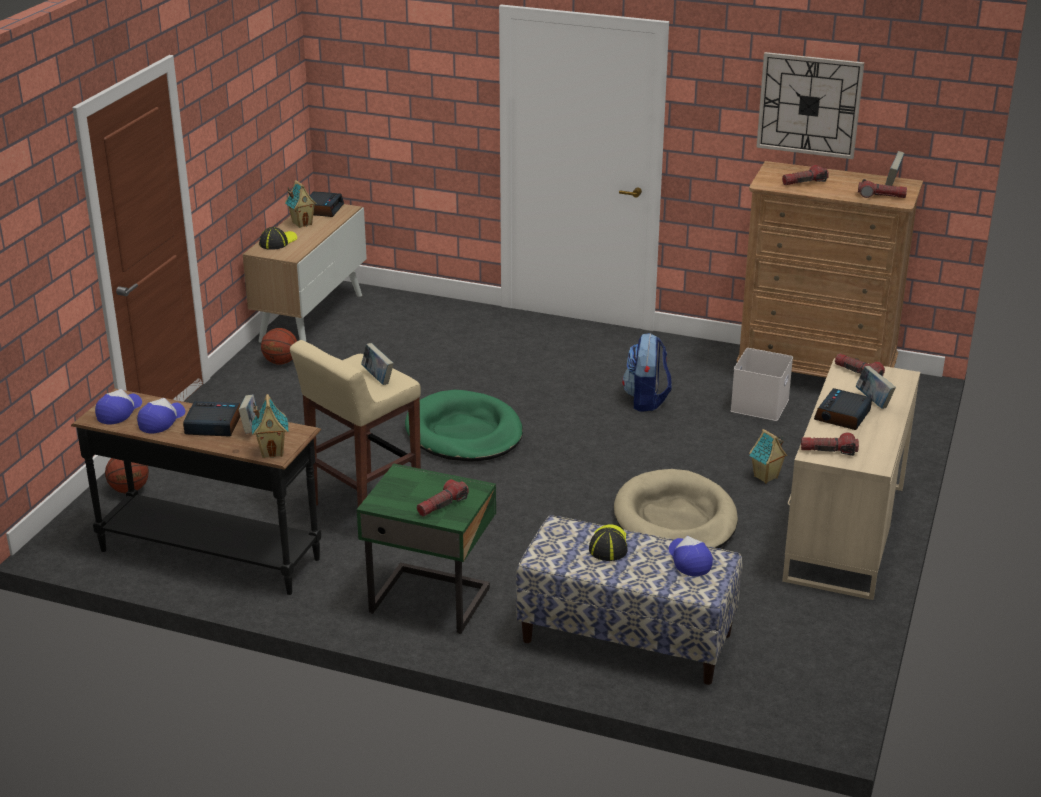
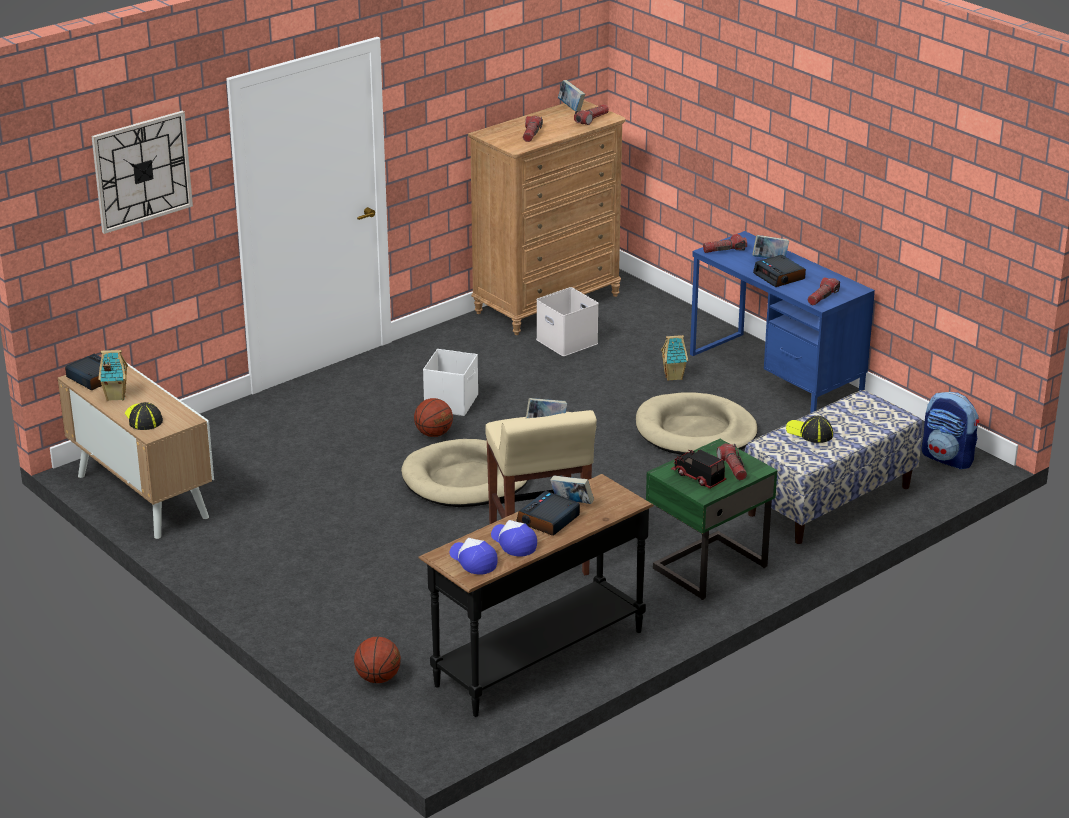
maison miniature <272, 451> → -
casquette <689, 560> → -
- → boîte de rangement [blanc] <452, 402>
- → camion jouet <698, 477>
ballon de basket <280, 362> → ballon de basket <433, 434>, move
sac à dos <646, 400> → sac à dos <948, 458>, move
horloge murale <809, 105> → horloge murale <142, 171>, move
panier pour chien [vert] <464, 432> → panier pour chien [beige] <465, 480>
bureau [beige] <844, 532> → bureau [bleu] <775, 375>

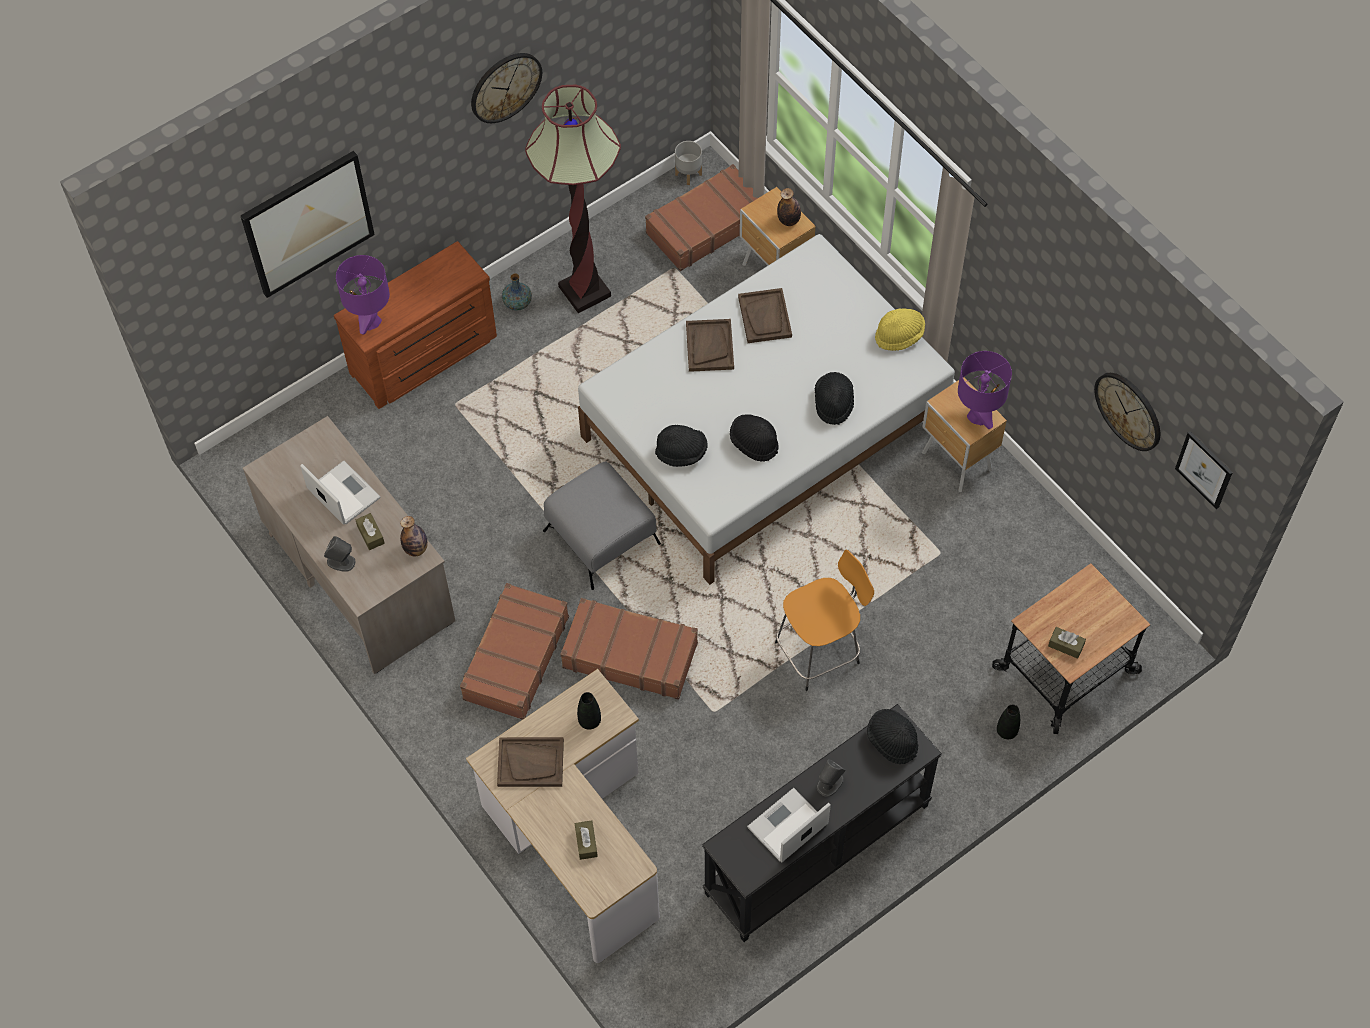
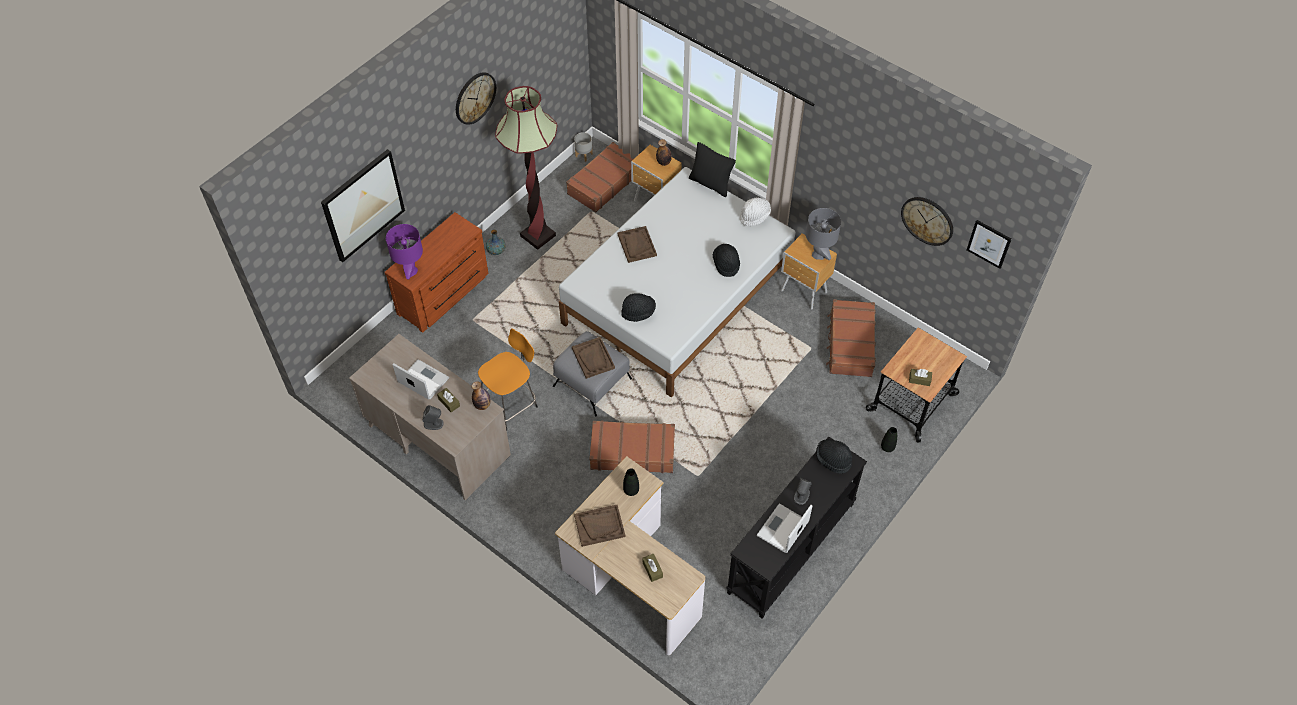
chapeau [noir] <754, 443> → -
- → coussin [noir] <710, 184>
valise [marron] <515, 658> → valise [marron] <850, 344>, move
plateau [marron] <765, 317> → plateau [marron] <593, 358>, move
tabouret [orange] <820, 651> → tabouret [orange] <511, 405>, move
chapeau [jaune] <899, 335> → chapeau [blanc] <754, 216>
lampe de table [violet] <977, 417> → lampe de table [gris] <818, 255>

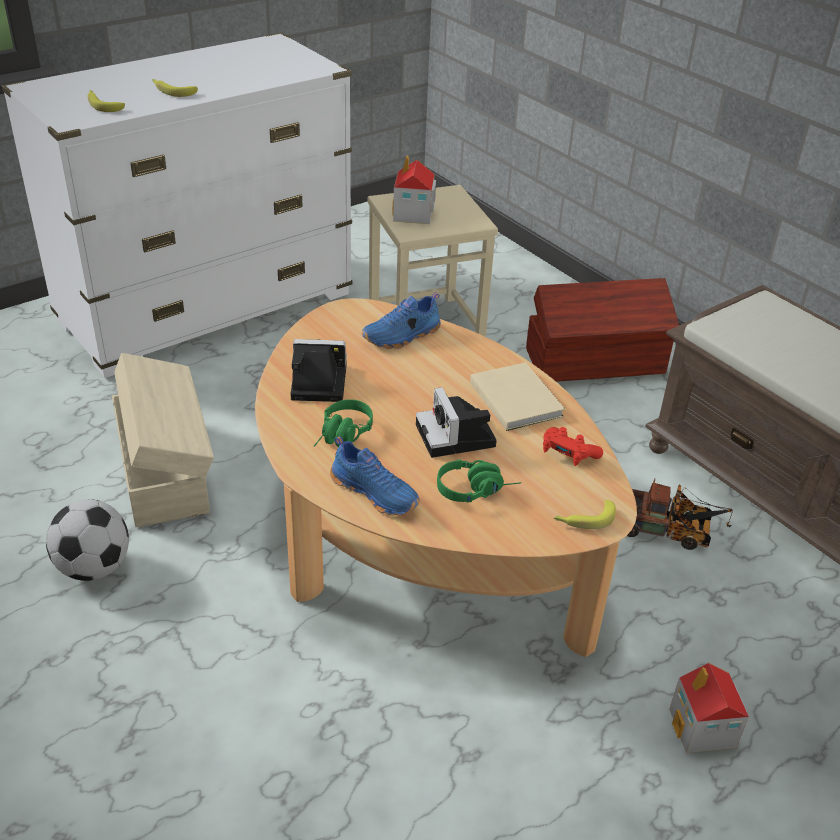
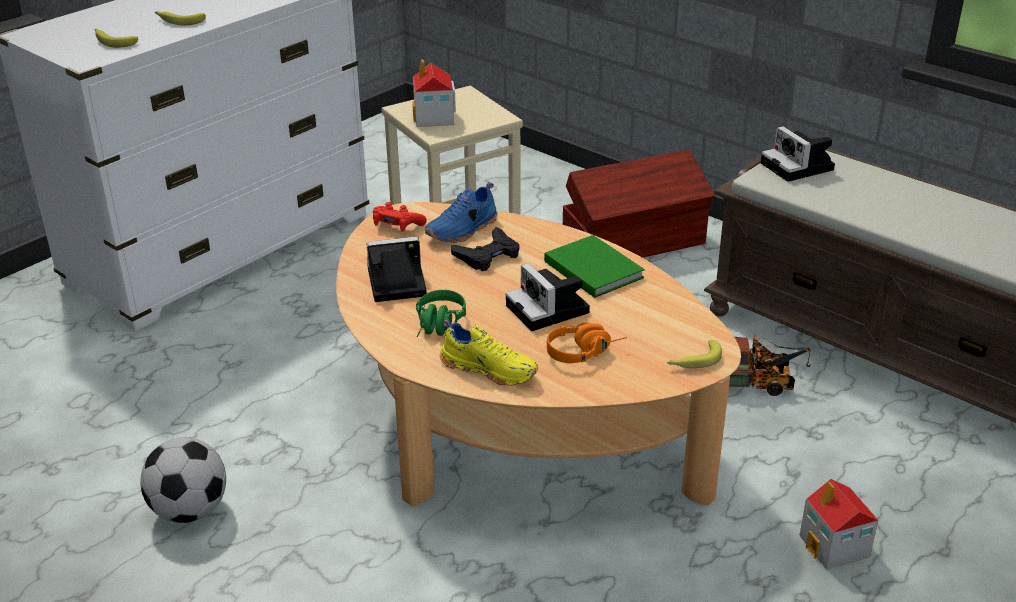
boîte de rangement [beige] <165, 469> → -
- → manette [noir] <487, 255>
- → appareil photo <799, 167>
manette [rouge] <567, 454> → manette [rouge] <397, 226>, move
chaussure [bleu] <376, 492> → chaussure [jaune] <490, 369>
casque audio [vert] <477, 489> → casque audio [orange] <585, 352>
livre [beige] <516, 398> → livre [vert] <593, 268>

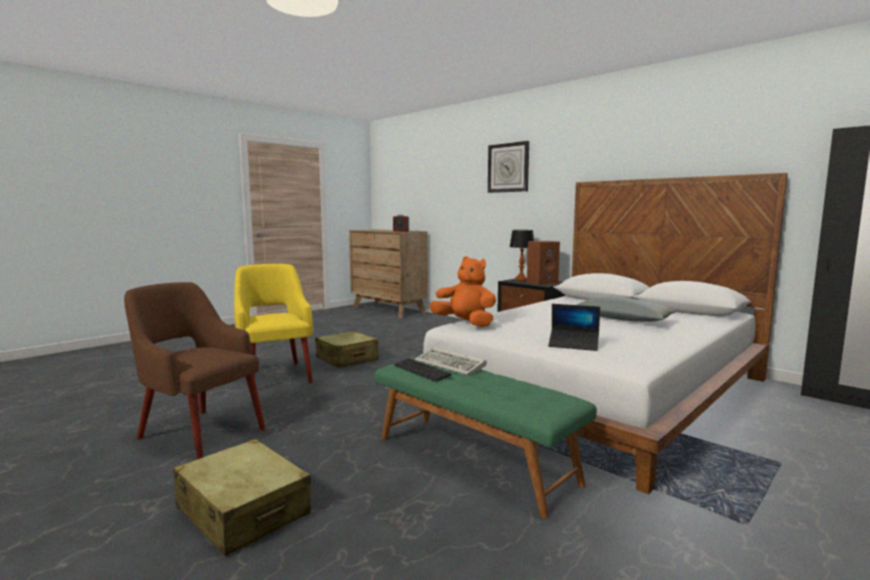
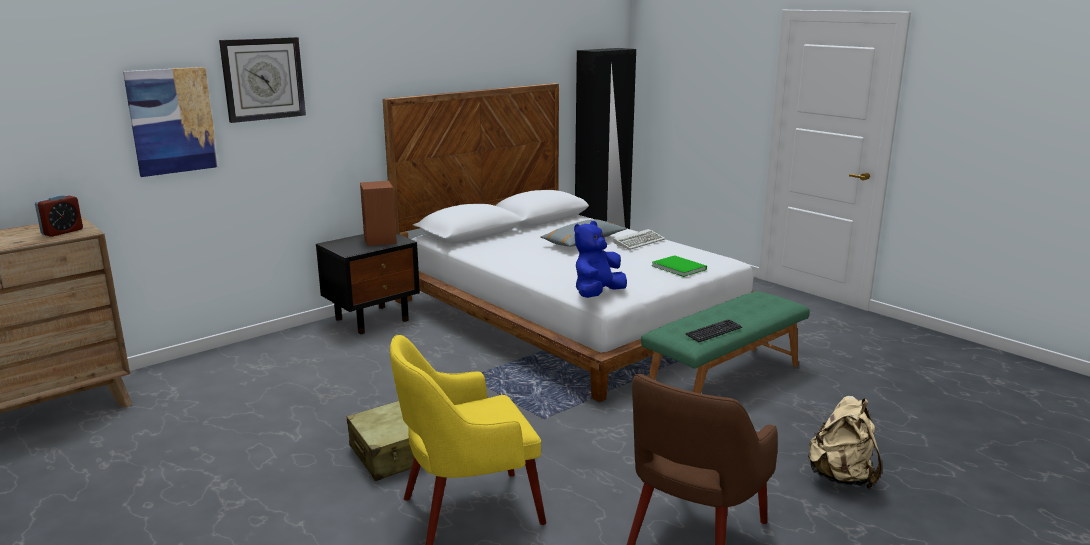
lampe de table <521, 279> → -
- → tableau <172, 121>
clavier <451, 364> → clavier <639, 242>, move
valise [beige] <243, 511> → sac à dos [beige] <841, 477>
ordinateur portable <573, 345> → livre [vert] <678, 267>
peluche [orange] <465, 323> → peluche [bleu] <597, 294>

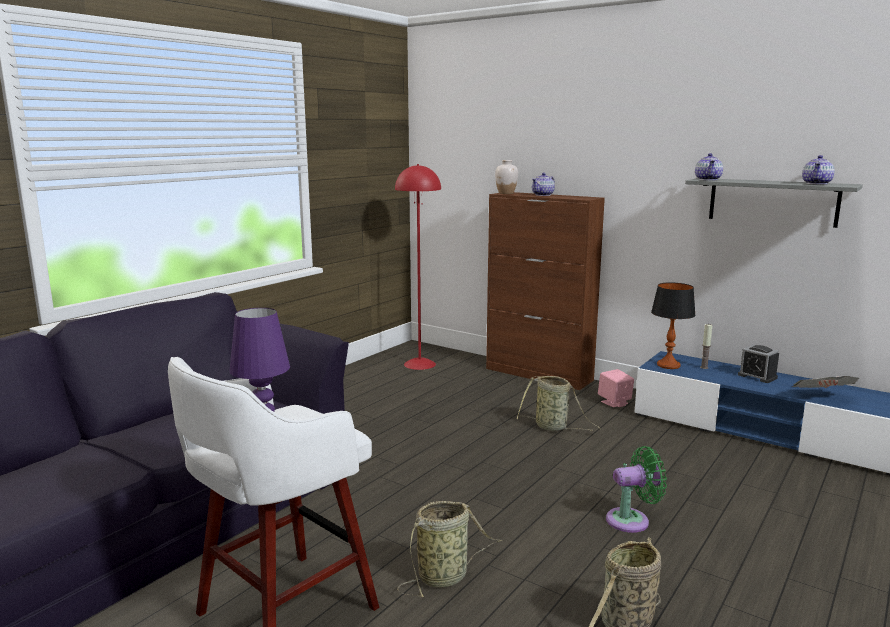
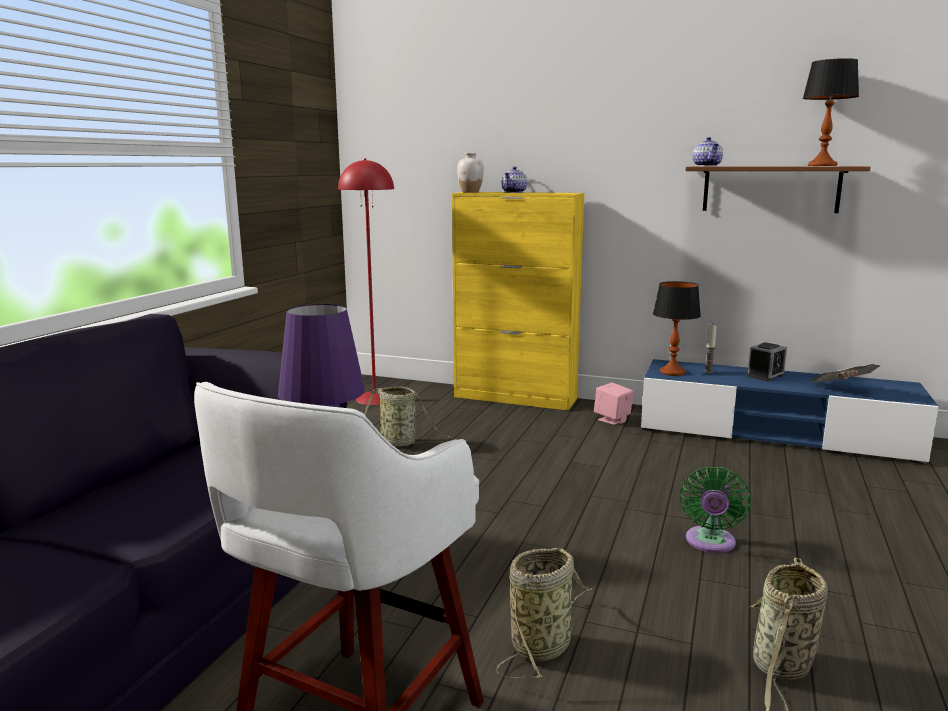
panier <553, 427> → panier <401, 443>, move
théière <817, 183> → lampe de table <822, 166>
meuble de rangement [marron] <539, 374> → meuble de rangement [jaune] <515, 398>
étagère [gris] <772, 202> → étagère [marron] <770, 189>
ventilateur [vert] <632, 520> → ventilateur [vert] <710, 543>, 135 degrees clockwise
réveil <757, 376> → réveil <765, 375>, 75 degrees counterclockwise

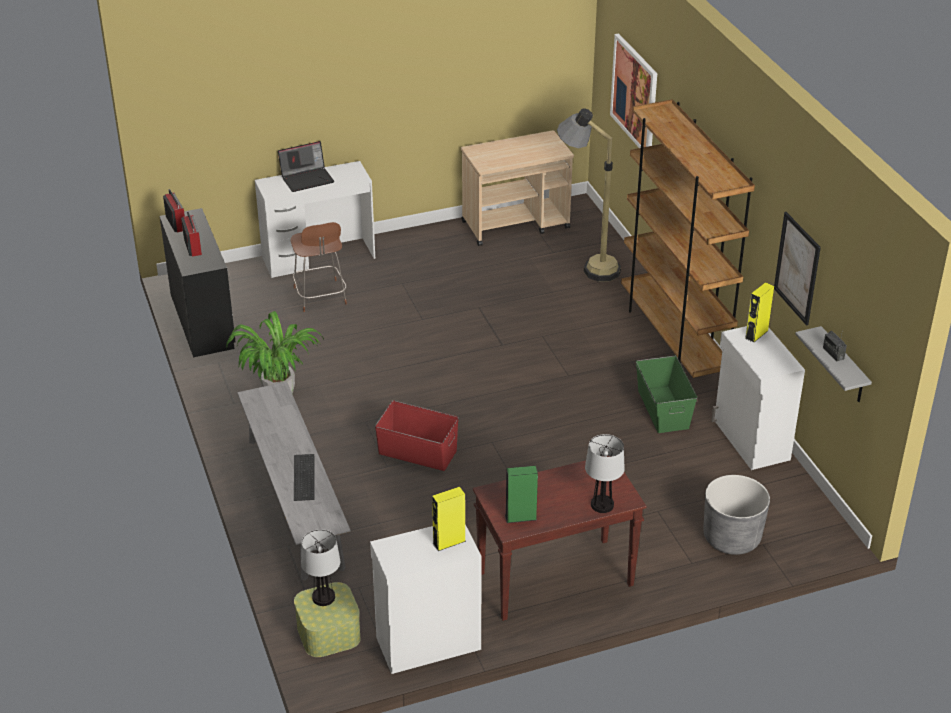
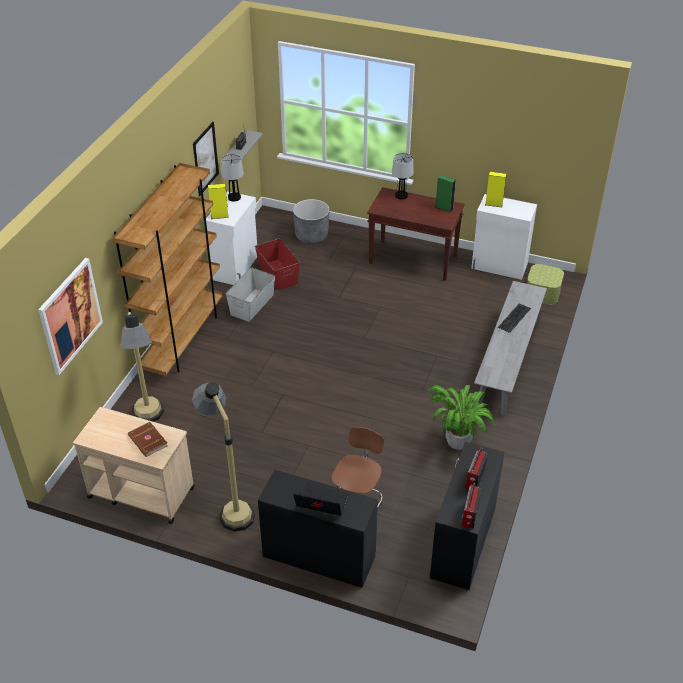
- → livre [marron] <147, 441>
- → lampadaire <230, 506>
lampe de table <323, 598> → lampe de table <234, 197>, move
boîte de rangement [rouge] <417, 452> → boîte de rangement [rouge] <278, 274>, move
bureau [blanc] <318, 257> → bureau [noir] <318, 556>
boîte de rangement [vert] <662, 409> → boîte de rangement [gris] <252, 305>

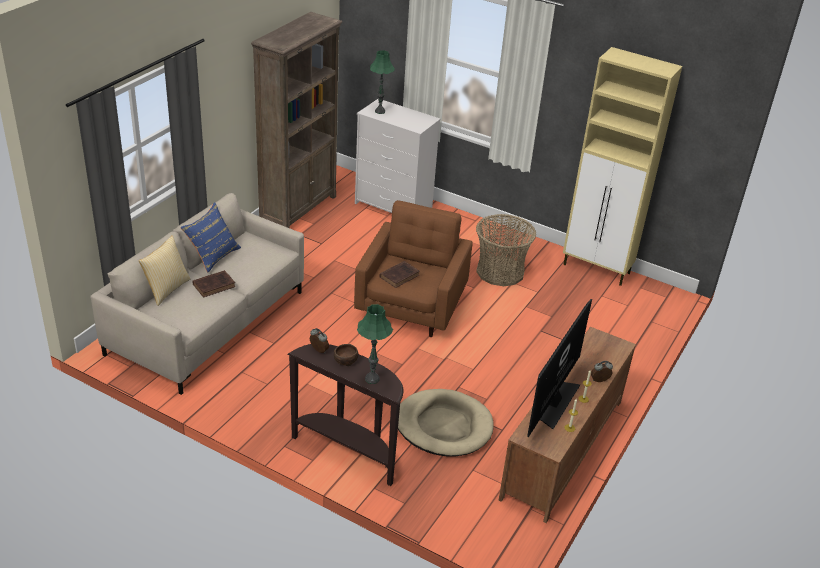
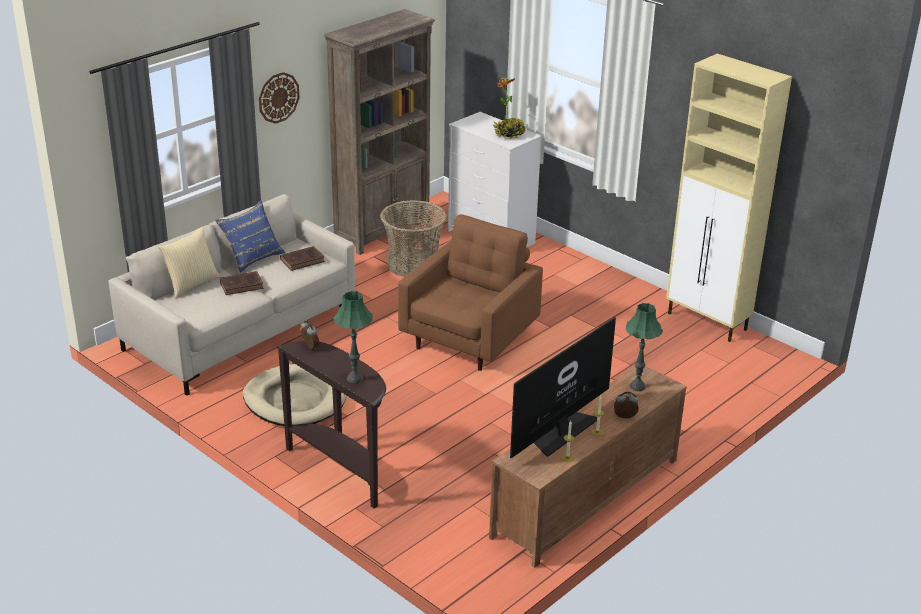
bol [marron] <345, 360> → -
- → horloge murale <278, 97>
- → plante en pot <509, 134>
lampe de table [vert] <380, 111> → lampe de table [vert] <637, 386>, move
livre [marron] <400, 276> → livre [marron] <303, 260>, move
panier pour chien [beige] <443, 426> → panier pour chien [beige] <295, 400>, move
panier <500, 272> → panier <413, 264>, move

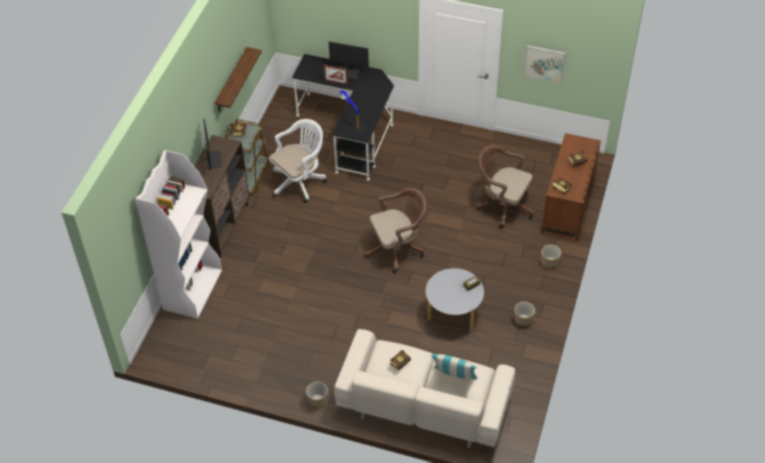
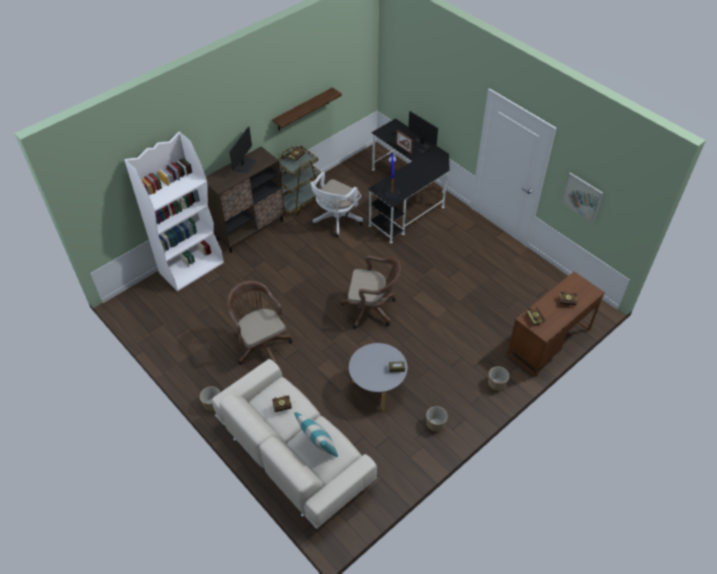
chaise de bureau [marron] <502, 206> → chaise de bureau [marron] <260, 344>, move
chaise de bureau [blanc] <300, 181> → chaise de bureau [blanc] <336, 220>, 135 degrees clockwise

